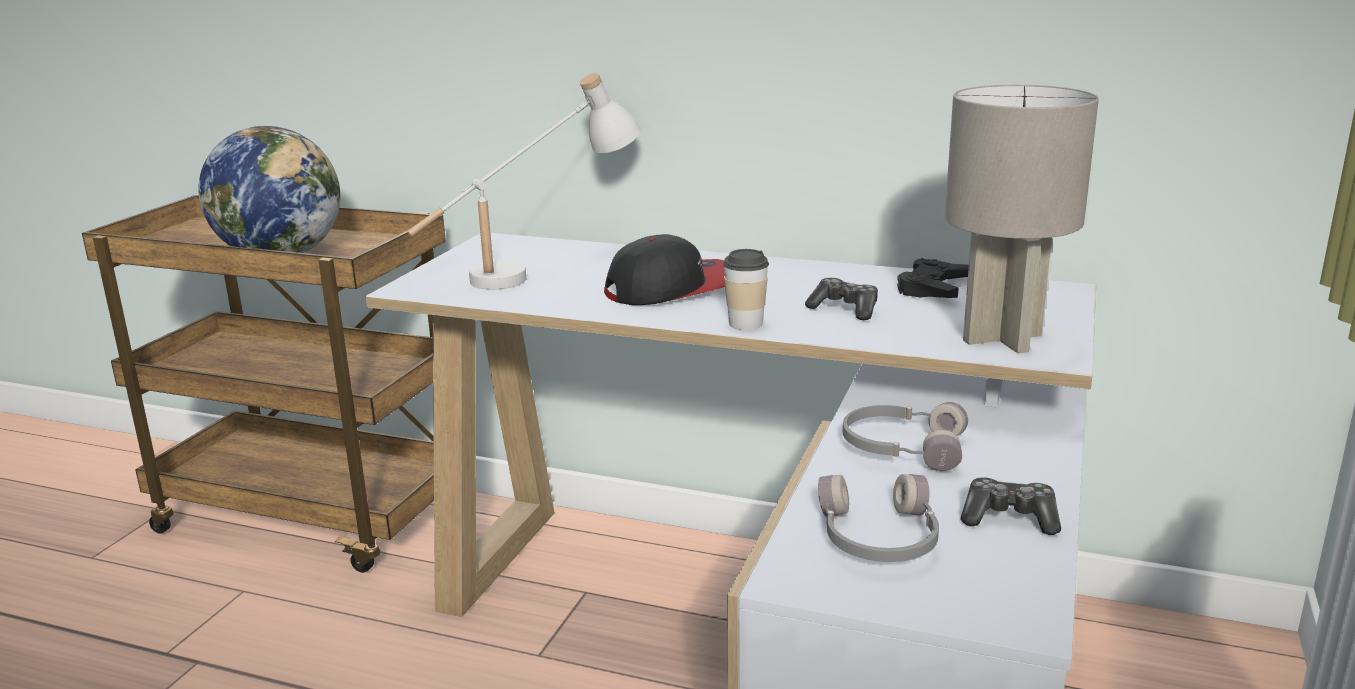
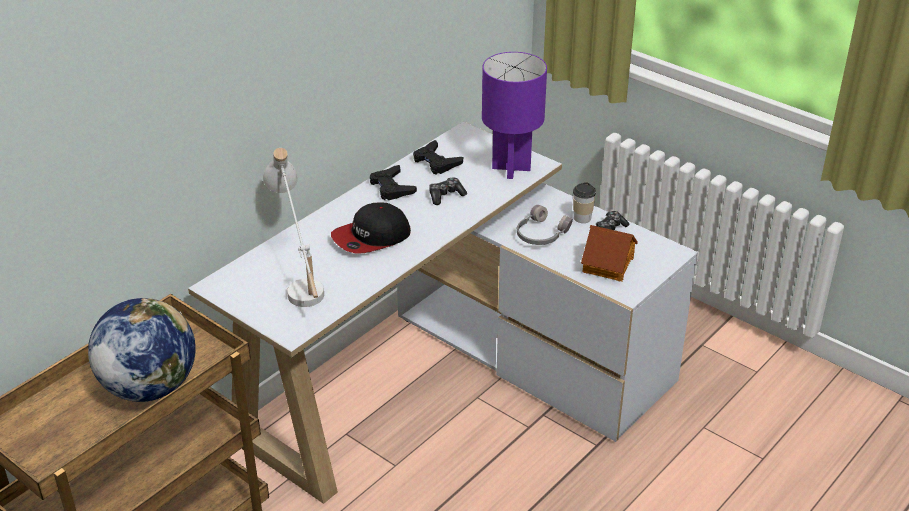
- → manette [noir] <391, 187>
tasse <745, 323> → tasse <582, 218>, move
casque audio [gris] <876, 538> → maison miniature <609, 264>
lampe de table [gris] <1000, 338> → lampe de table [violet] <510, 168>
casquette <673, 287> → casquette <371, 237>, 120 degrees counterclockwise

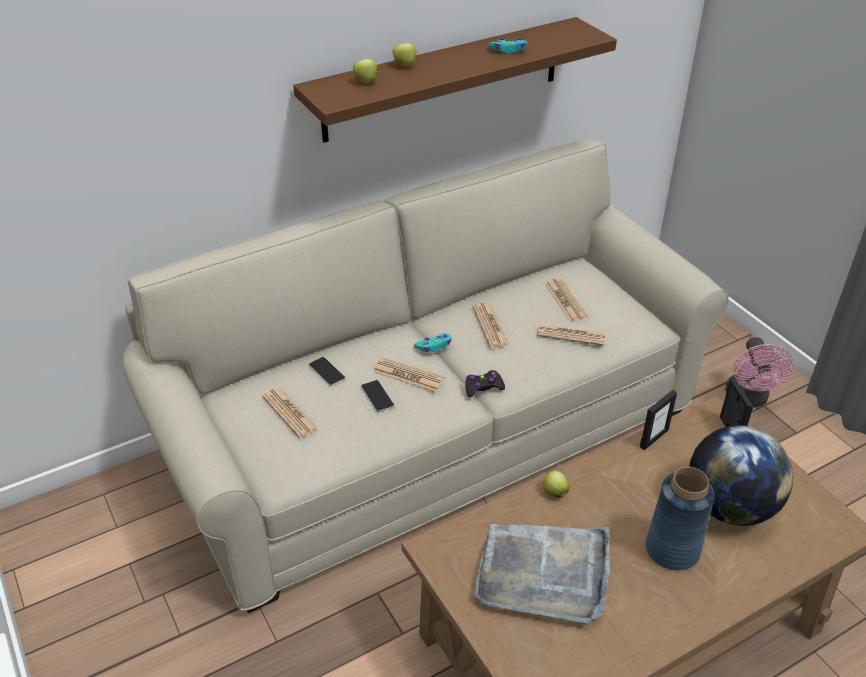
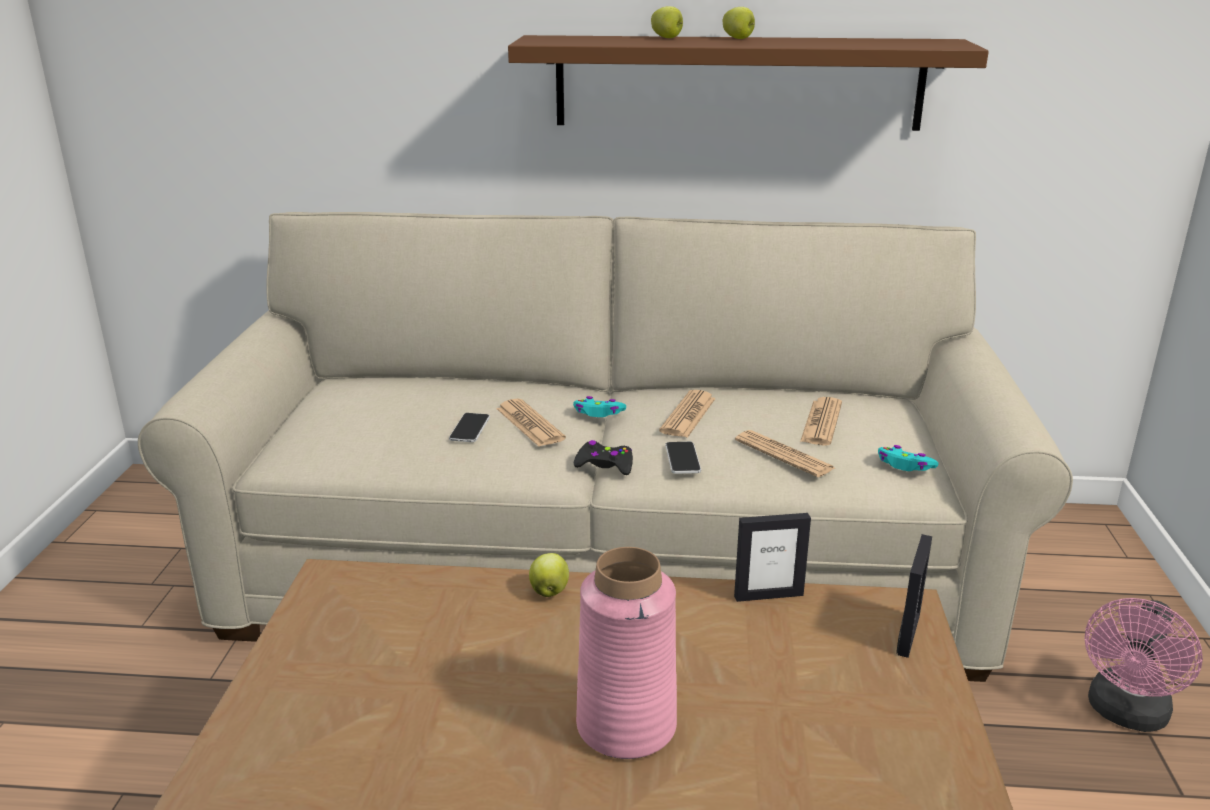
journal <290, 413> → -
plateau [gris] <544, 573> → -
globe <729, 507> → -
téléphone <327, 372> → téléphone <682, 459>, move
pomme <367, 82> → pomme <739, 38>, move
manette [turquoise] <508, 50> → manette [turquoise] <905, 465>, move
vase [bleu] <672, 549> → vase [rose] <626, 725>

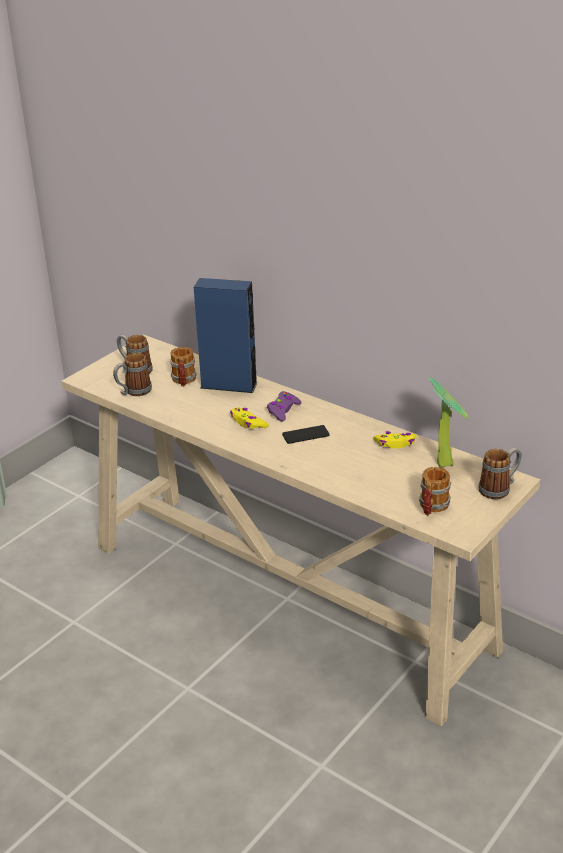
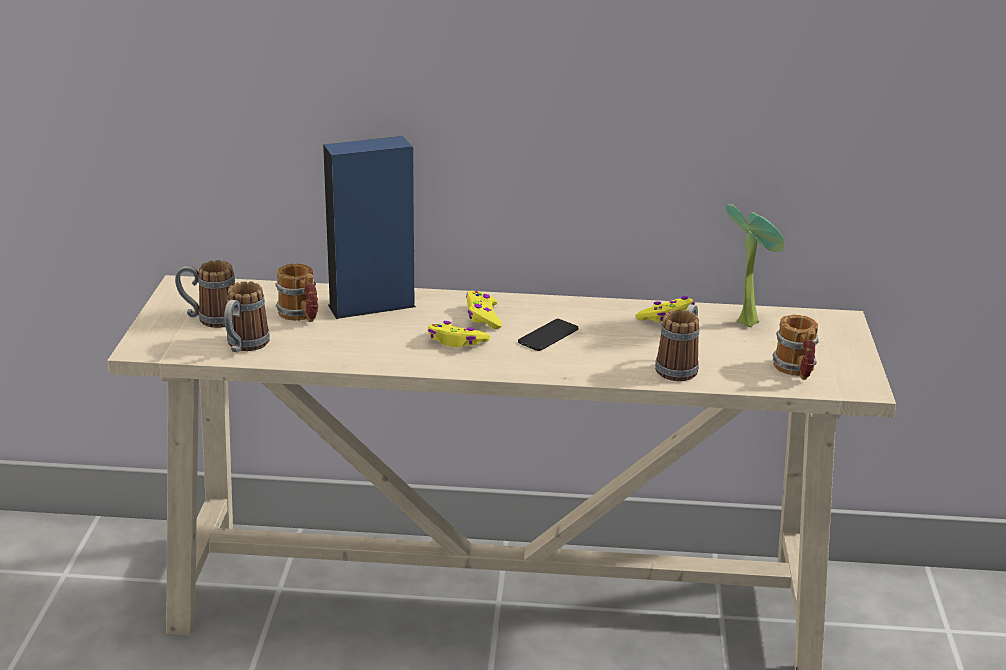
mug <499, 488> → mug <680, 367>, move
manette [violet] <283, 410> → manette [jaune] <483, 316>

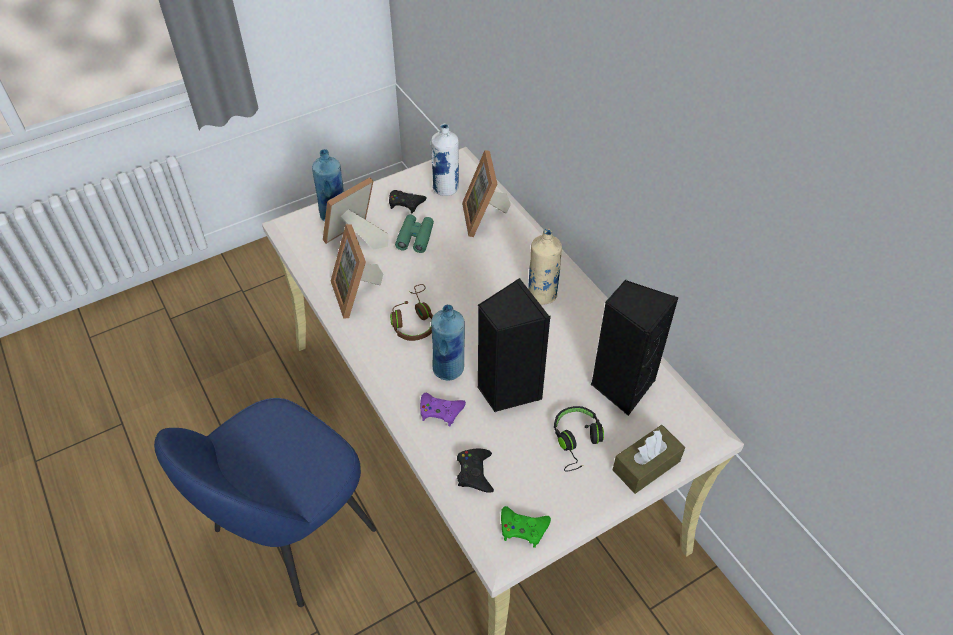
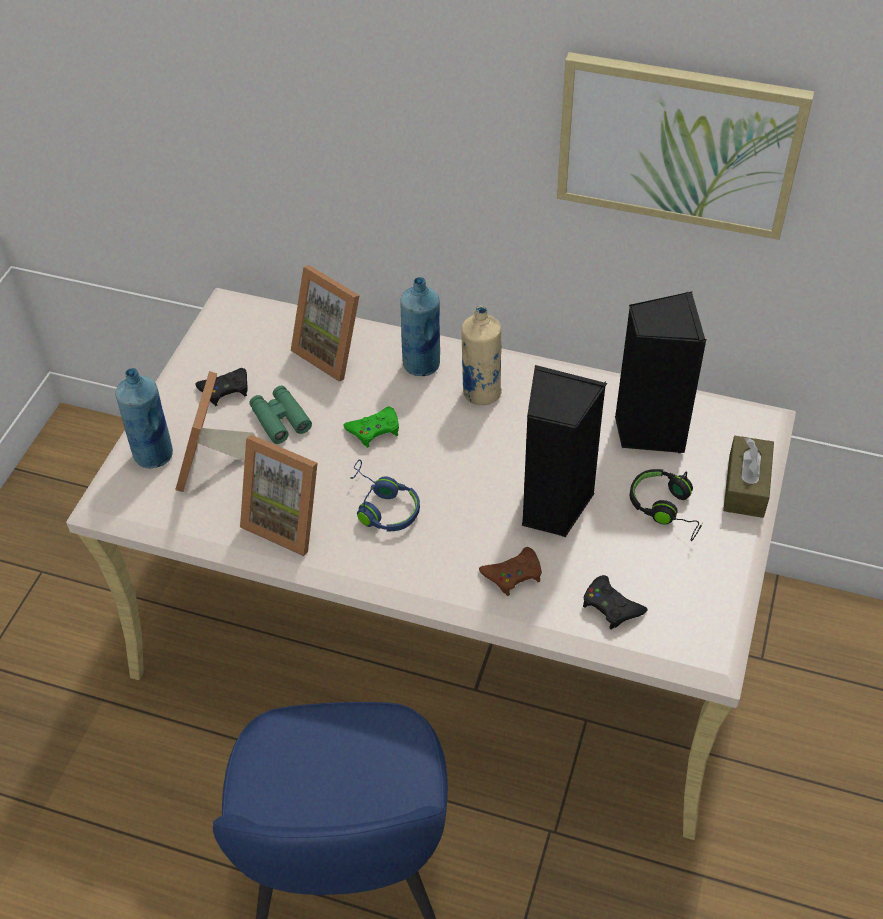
bouteille [blanc] <446, 189> → -
- → tableau <678, 144>
bouteille [bleu] <449, 369> → bouteille [bleu] <422, 364>, move
manette [vert] <523, 528> → manette [vert] <374, 430>, move
casque audio [marron] <413, 320> → casque audio [bleu] <382, 506>
manette [violet] <440, 411> → manette [marron] <513, 574>

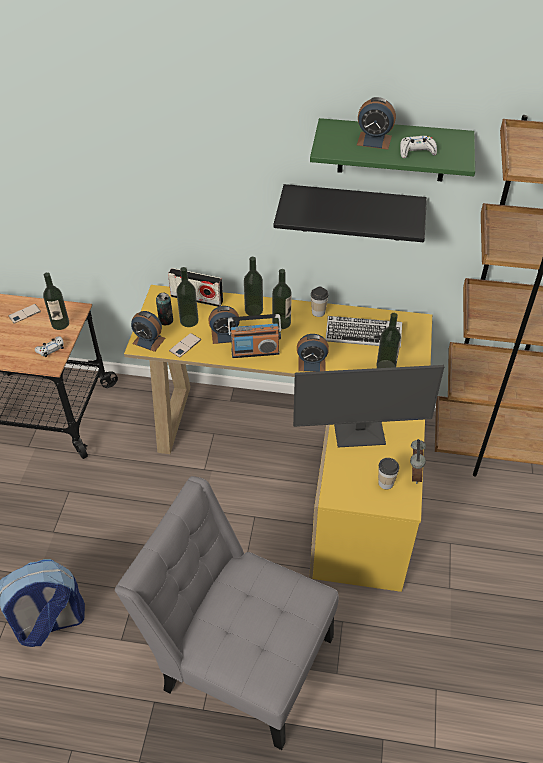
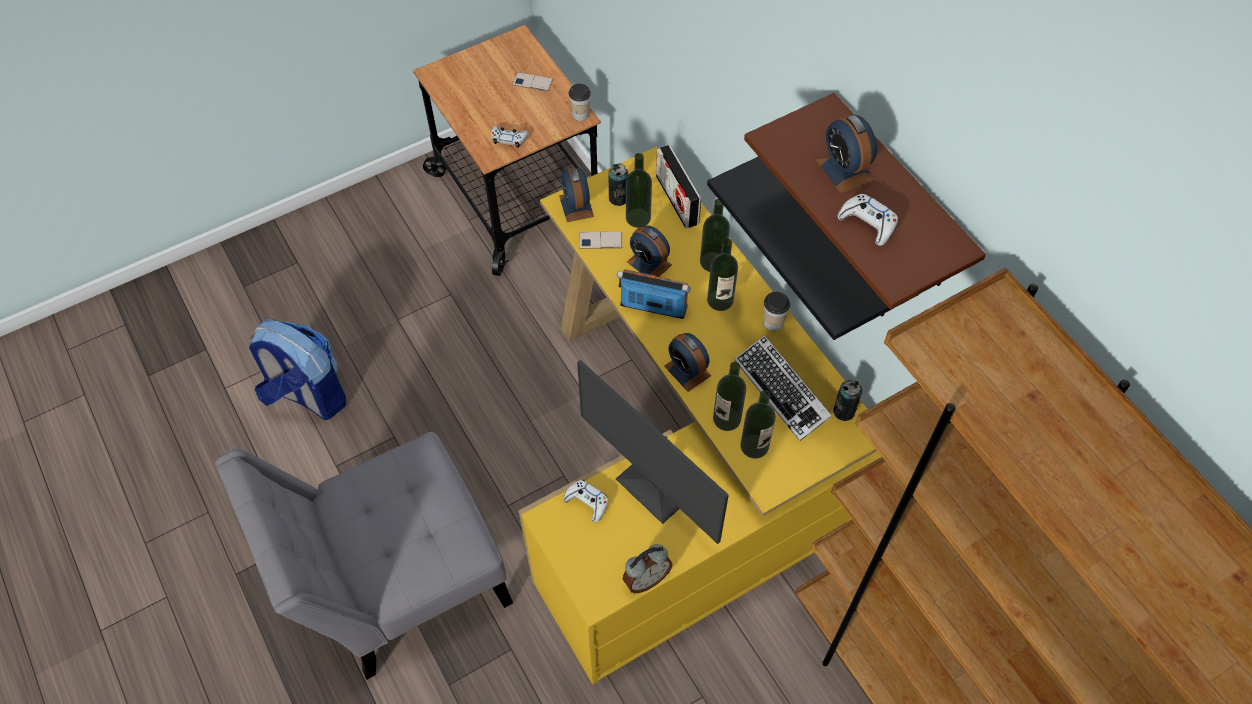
- → manette [blanc] <587, 502>
- → boîte métallique <844, 411>
bouteille <60, 324> → bouteille <726, 418>, move
tasse <385, 483> → tasse <580, 114>, move
étagère [vert] <392, 150> → étagère [marron] <897, 199>
chaise [gris] <241, 657> → chaise [gris] <397, 582>, 105 degrees counterclockwise
radio <255, 351> → radio <653, 306>, 150 degrees clockwise

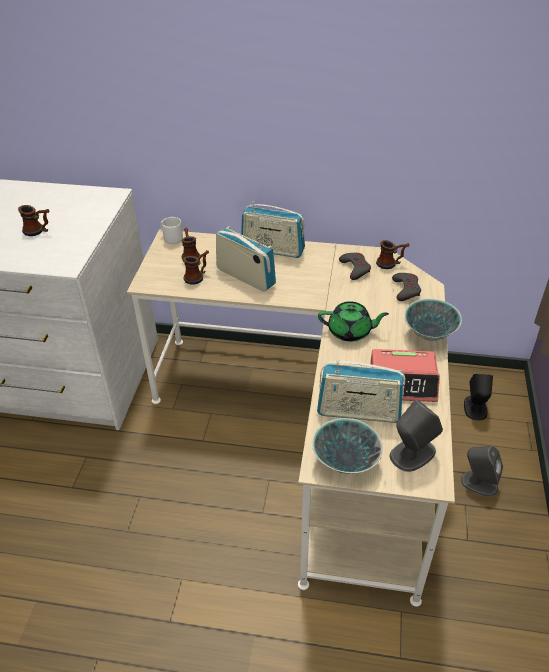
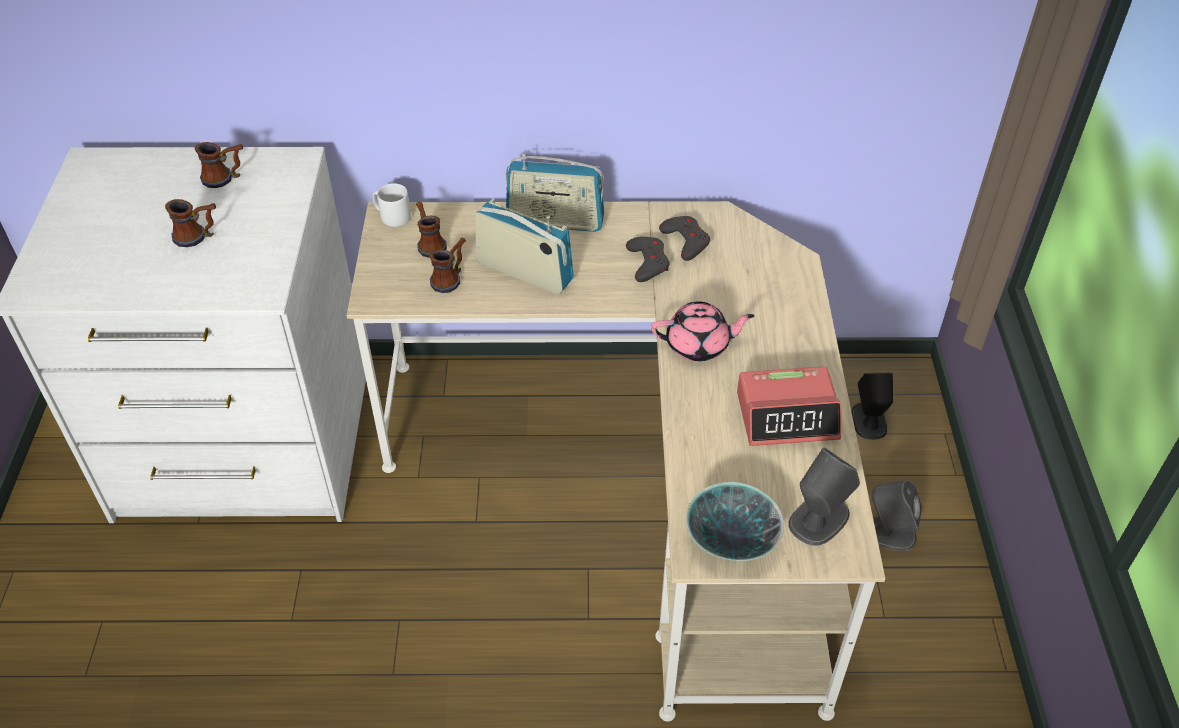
radio <358, 412> → -
bol <429, 334> → -
mug <391, 263> → mug <225, 178>, move
manette [gris] <406, 289> → manette [gris] <647, 262>, move
théière [vert] <350, 331> → théière [rose] <698, 345>

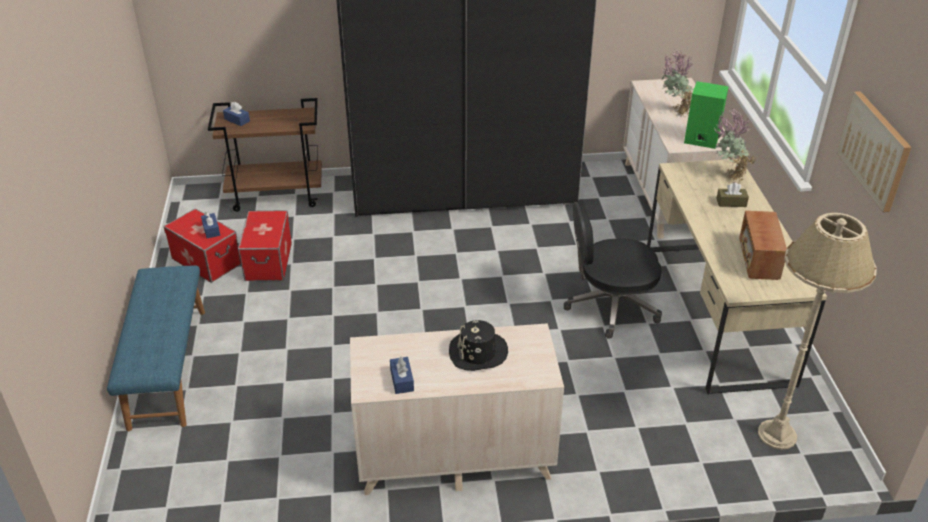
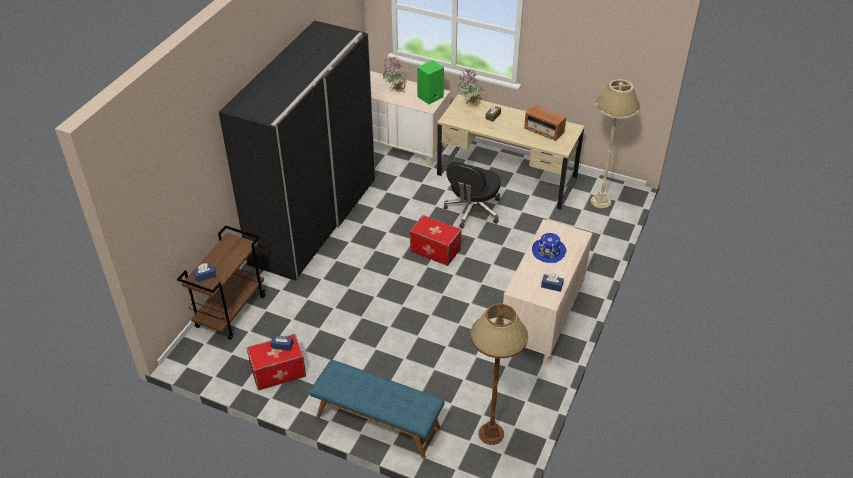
tableau <874, 150> → -
- → lampadaire [marron] <490, 433>
boîte de rangement <269, 261> → boîte de rangement <435, 250>, move
chapeau [noir] <478, 352> → chapeau [bleu] <549, 251>

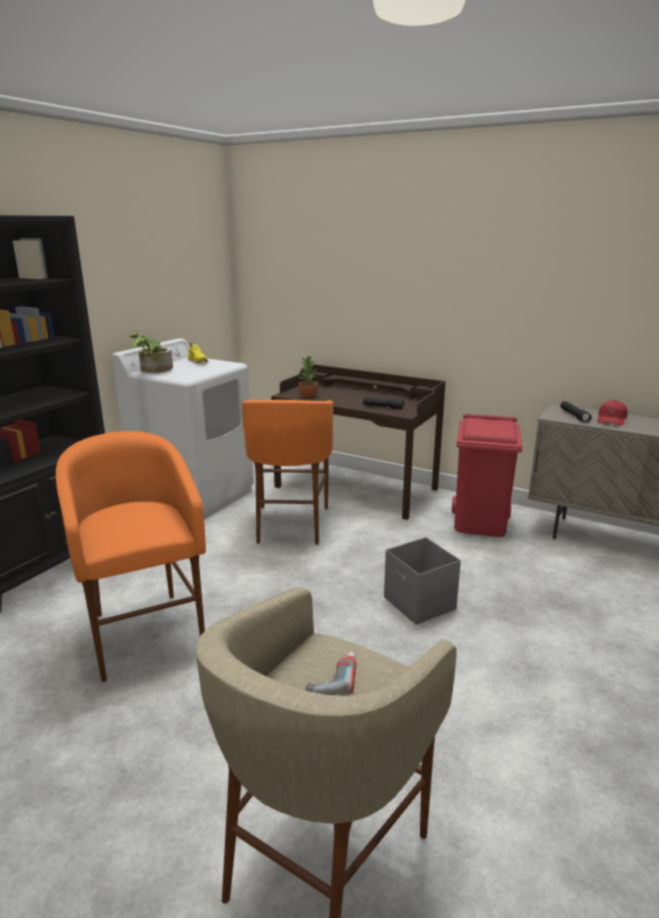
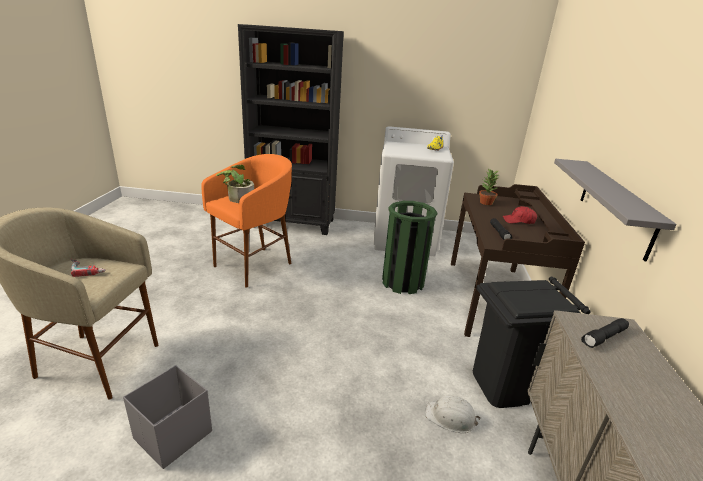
- → casque de chantier [blanc] <450, 417>
- → étagère [gris] <616, 206>
plante en pot <153, 370> → plante en pot <238, 198>, move
boîte de rangement [gris] <419, 604> → boîte de rangement [gris] <172, 435>, move
casquette [rouge] <611, 420> → casquette [rouge] <518, 221>, move
tabouret [orange] <291, 524> → poubelle [vert] <402, 282>
poubelle [rouge] <480, 523> → poubelle [noir] <506, 386>

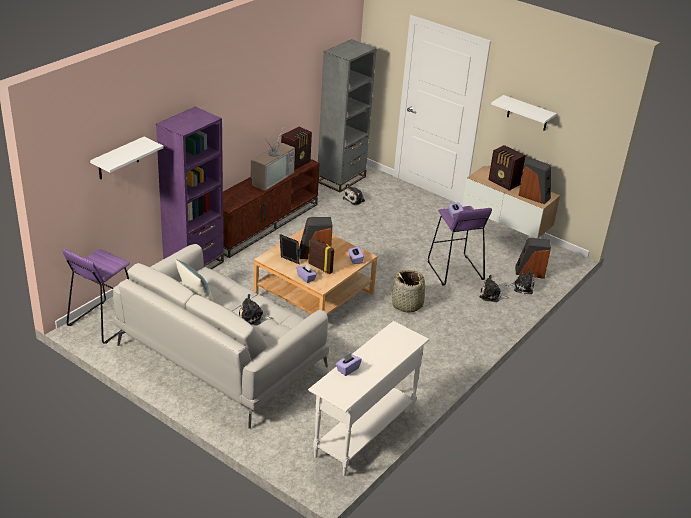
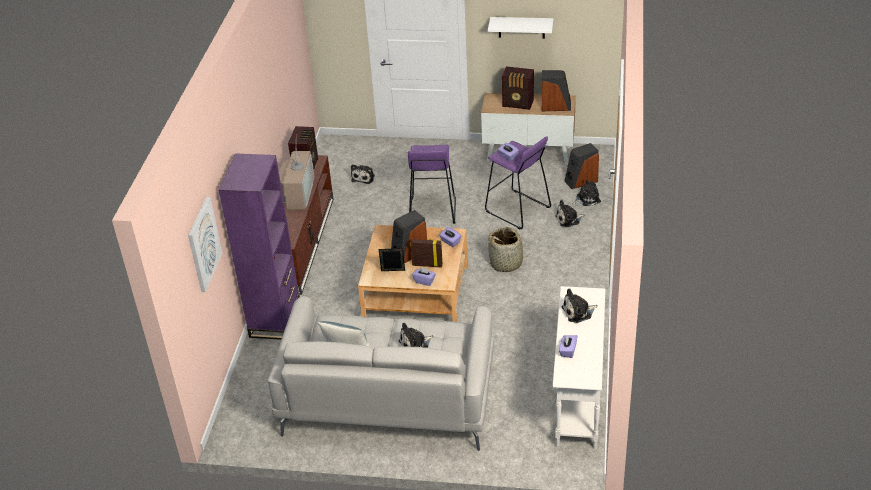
bibliothèque [gris] <341, 179> → -
- → peluche <578, 312>
tabouret [violet] <102, 322> → tabouret [violet] <432, 211>, move
étagère [blanc] <118, 159> → tableau <203, 244>

